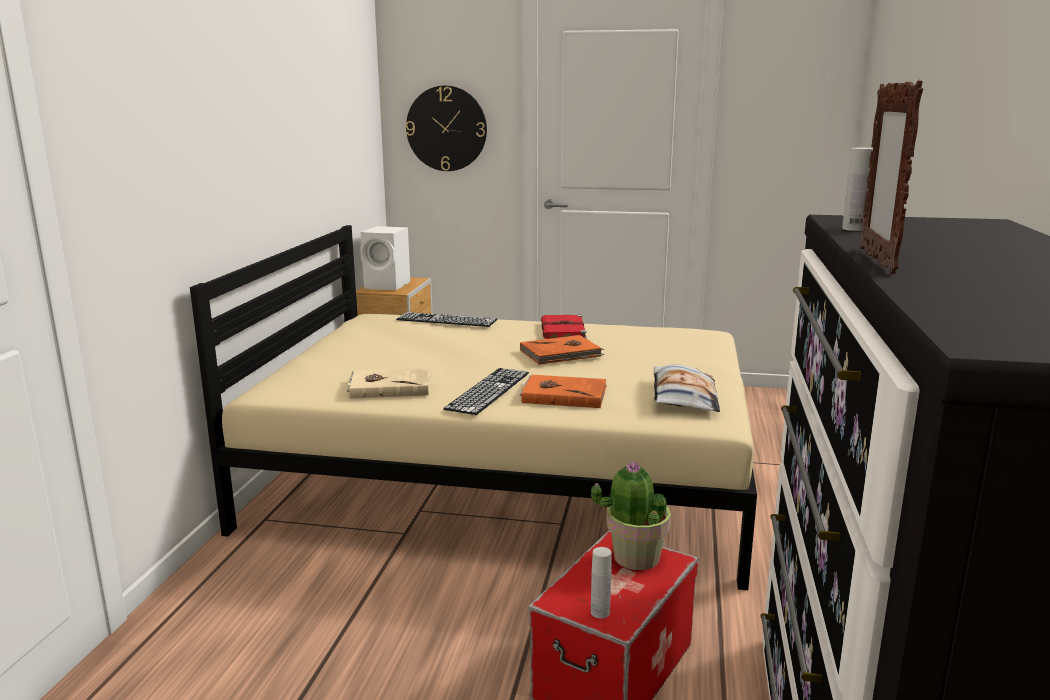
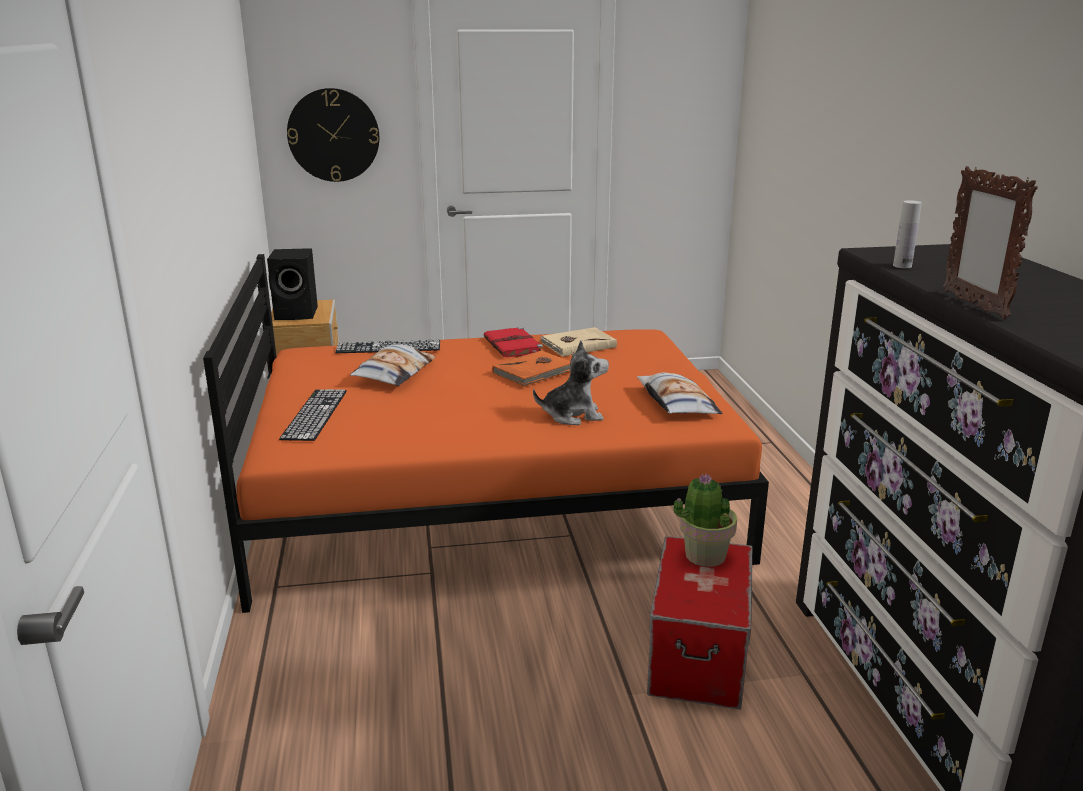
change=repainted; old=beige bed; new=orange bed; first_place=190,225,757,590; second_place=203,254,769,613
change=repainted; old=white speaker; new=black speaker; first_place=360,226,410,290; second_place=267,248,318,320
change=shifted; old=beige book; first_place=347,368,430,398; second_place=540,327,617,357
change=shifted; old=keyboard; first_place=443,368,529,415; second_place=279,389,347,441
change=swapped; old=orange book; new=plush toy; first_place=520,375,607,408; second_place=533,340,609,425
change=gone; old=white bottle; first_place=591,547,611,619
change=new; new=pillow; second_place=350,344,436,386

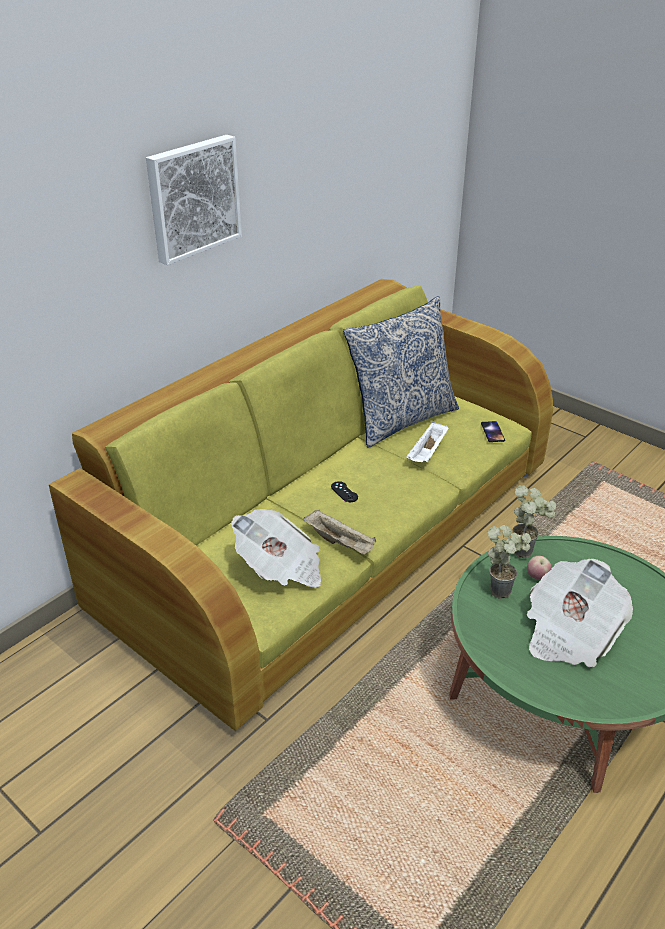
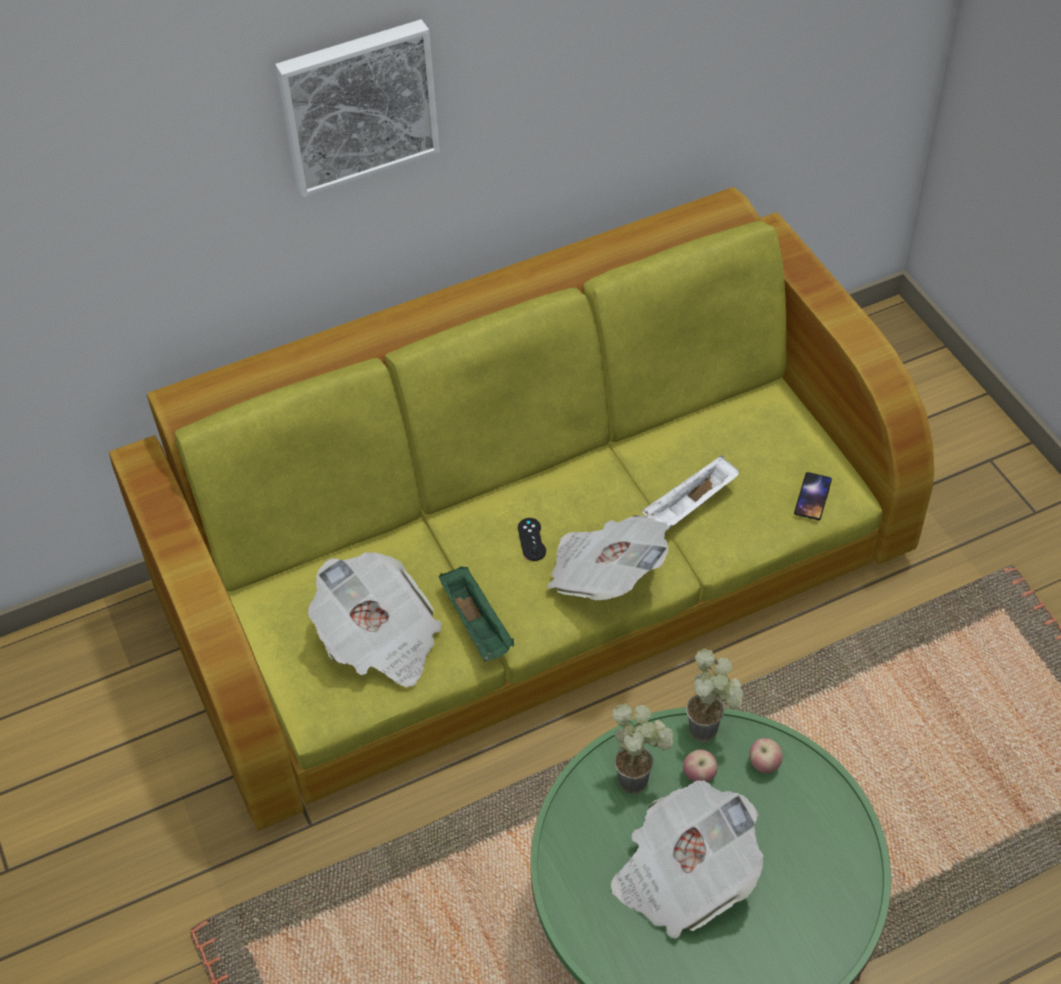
change=gone; old=pillow; first_place=343,296,459,448
change=repainted; old=beige tray; new=green tray; first_place=303,510,376,555; second_place=439,566,514,661
change=new; new=newspaper; second_place=547,515,668,601
change=new; new=apple; second_place=749,738,783,773

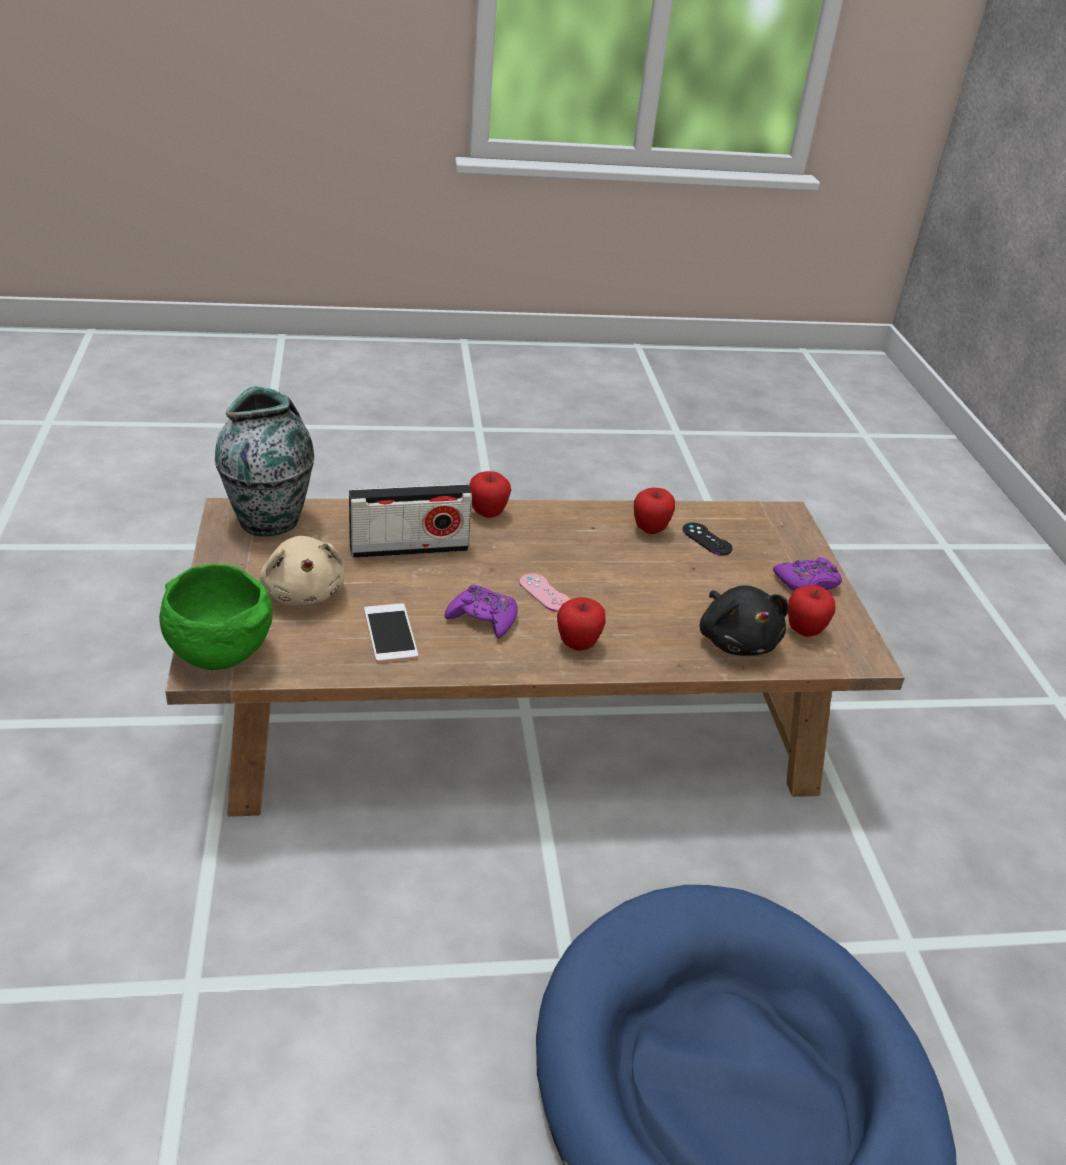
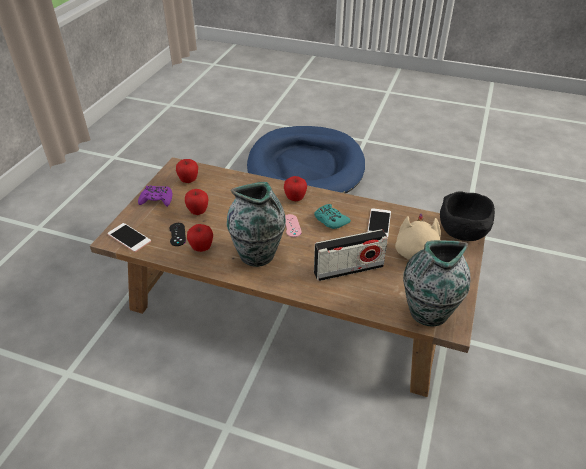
change=shifted; old=apple; first_place=469,471,511,518; second_place=185,189,209,215
change=rotated; old=radio; first_place=349,484,472,558; second_place=314,229,388,281; degrees=150
change=repainted; old=green bowl; new=black bowl; first_place=159,564,273,670; second_place=440,191,495,241
change=repainted; old=purple game controller; new=turquoise game controller; first_place=445,584,518,639; second_place=314,204,351,229
change=gone; old=black plush toy; first_place=700,585,788,656
change=new; new=vase; second_place=227,182,286,267
change=new; new=phone; second_place=107,223,151,252

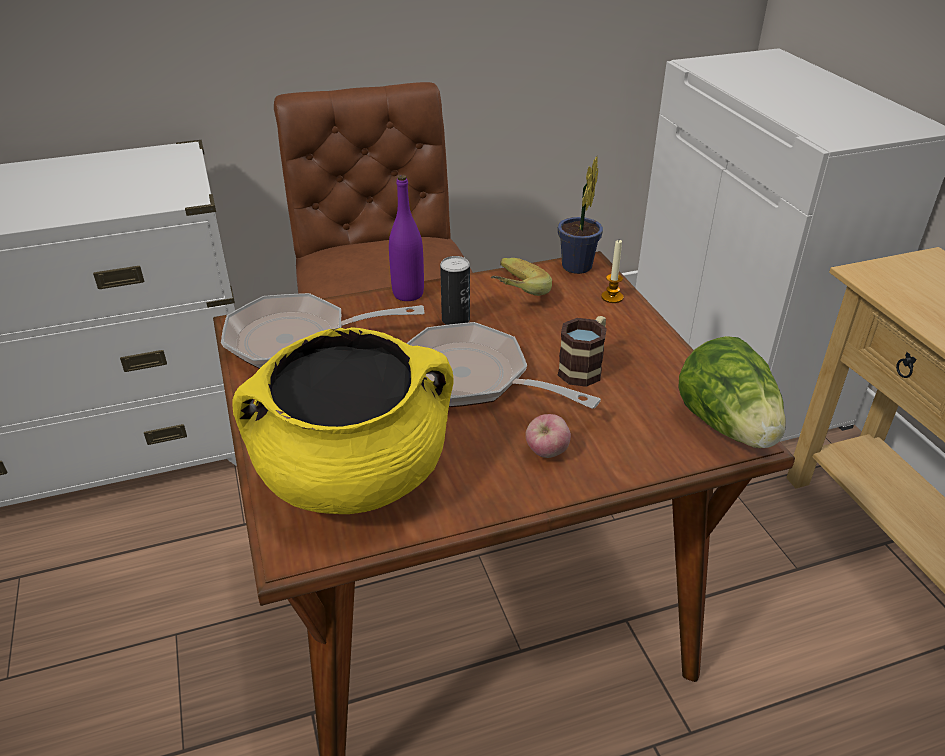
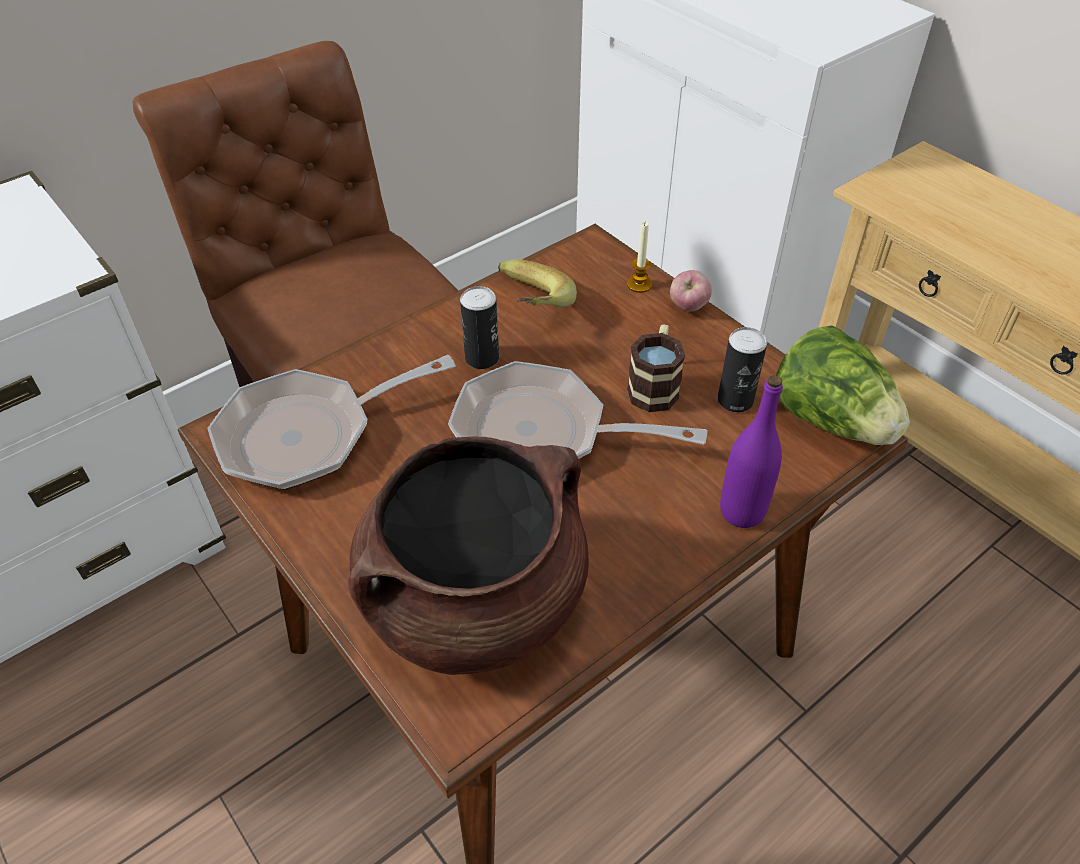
change=gone; old=potted plant; first_place=558,156,603,274
change=shifted; old=purple bottle; first_place=389,175,424,301; second_place=720,375,783,528
change=repainted; old=yellow cooking pot; new=brown cooking pot; first_place=232,327,453,514; second_place=348,436,589,675
change=shifted; old=apple; first_place=525,414,571,458; second_place=670,270,712,312
change=new; new=can; second_place=718,327,767,412

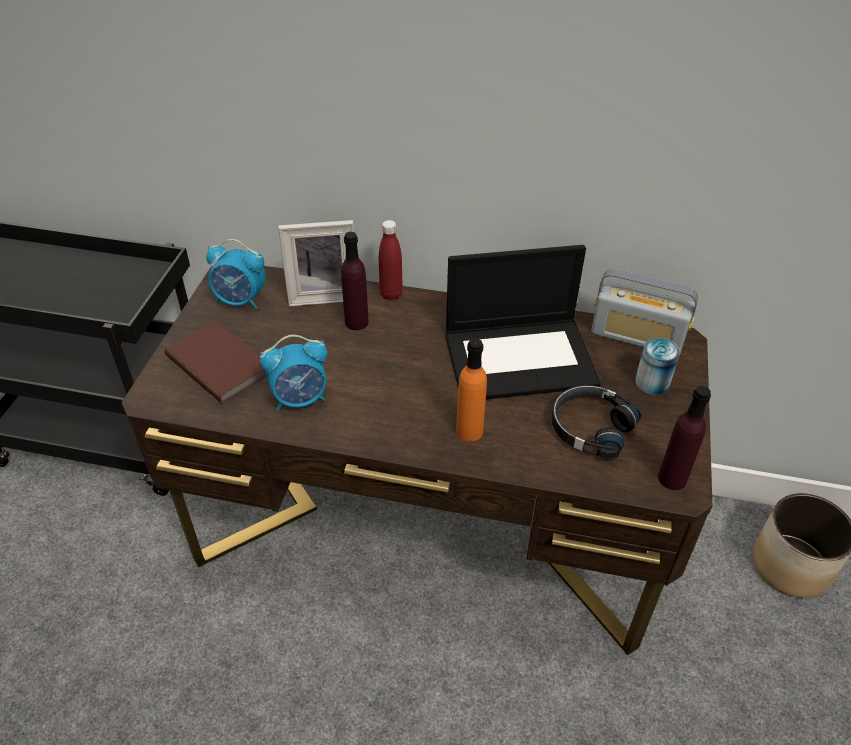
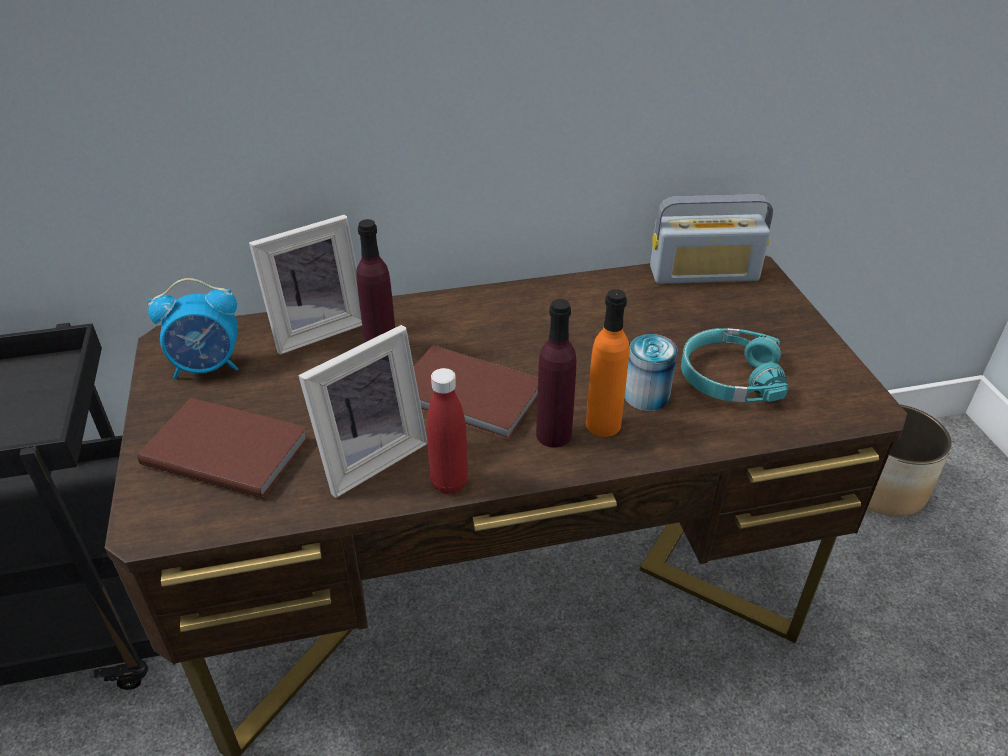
change=shifted; old=red bottle; first_place=379,220,403,300; second_place=427,368,468,494
change=gone; old=laptop; first_place=446,245,601,399
change=swapped; old=alarm clock; new=picture frame; first_place=260,335,328,411; second_place=299,325,428,498
change=shifted; old=can; first_place=635,338,680,395; second_place=625,334,678,411
change=repainted; old=black headphones; new=turquoise headphones; first_place=552,385,642,459; second_place=681,328,789,402
change=shifted; old=purple bottle; first_place=658,386,711,490; second_place=536,299,576,448
change=new; new=brown book; second_place=414,345,538,441

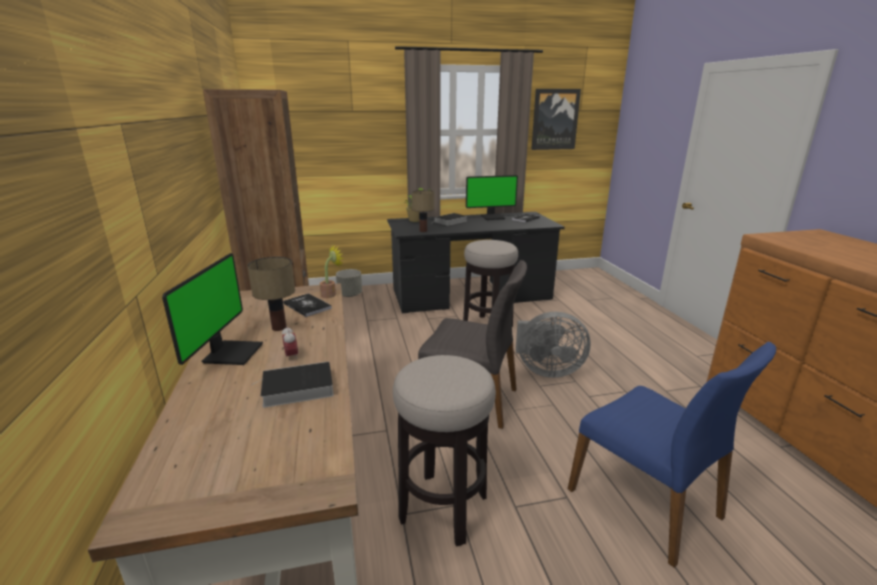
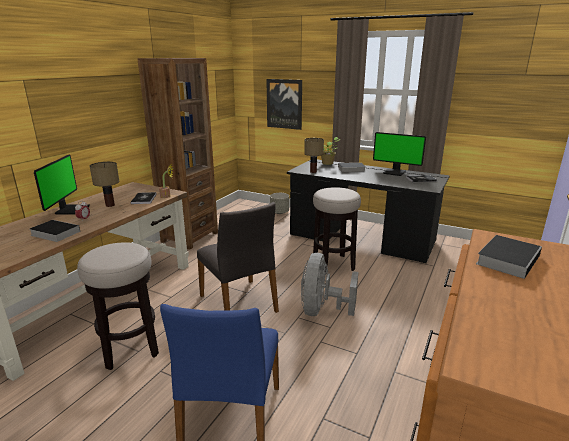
change=shifted; old=picture; first_place=531,89,581,150; second_place=266,79,302,130
change=rotated; old=monitor; first_place=162,253,263,365; second_place=34,154,90,214; degrees=-45
change=rotated; old=grey fan; first_place=516,312,591,378; second_place=301,253,358,316; degrees=60
change=new; new=book; second_place=476,235,542,279

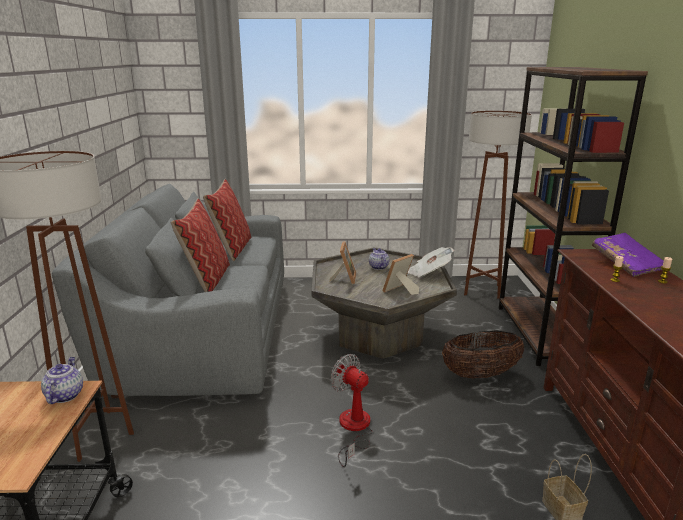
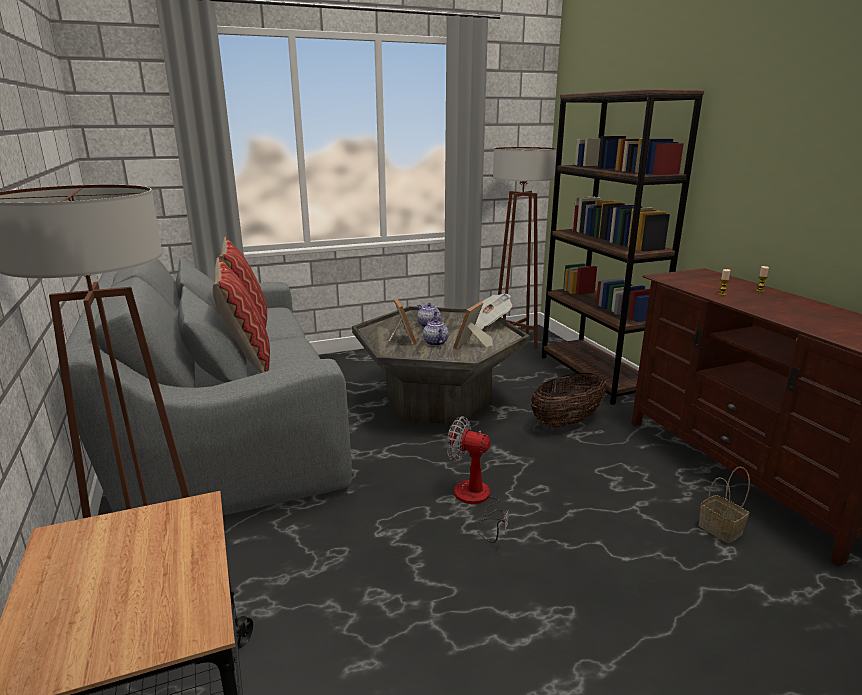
change=gone; old=purple book; first_place=592,233,664,277
change=shifted; old=teapot; first_place=41,357,83,404; second_place=423,319,449,346

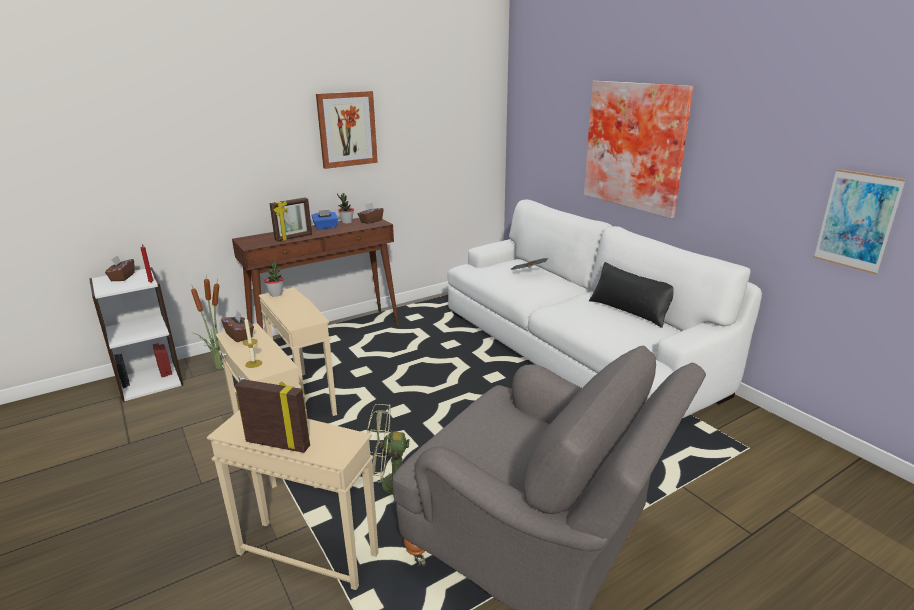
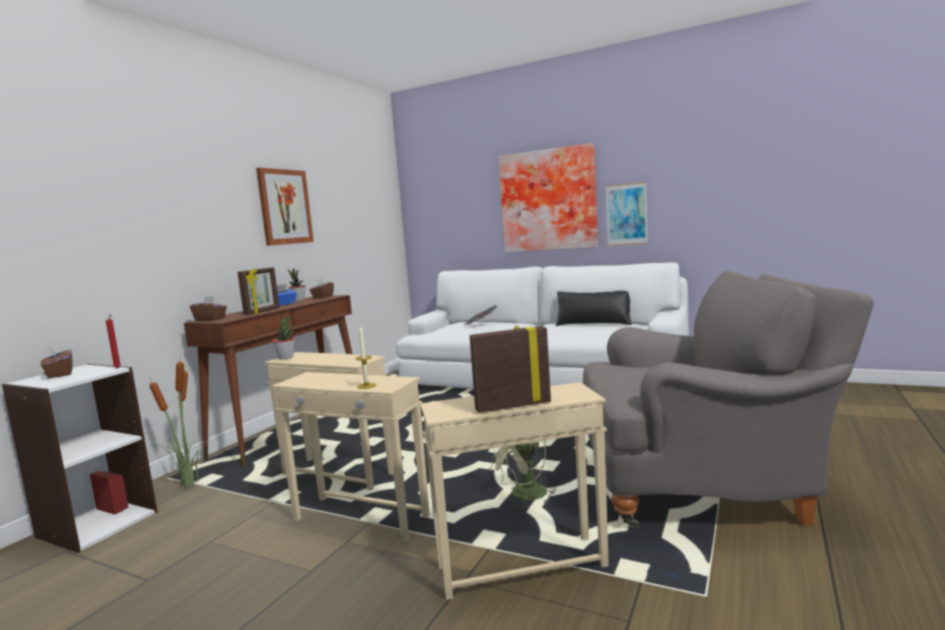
change=shifted; old=picture; first_place=813,169,906,275; second_place=606,182,648,246
change=shifted; old=brown tissue box; first_place=221,311,254,342; second_place=190,296,227,321

